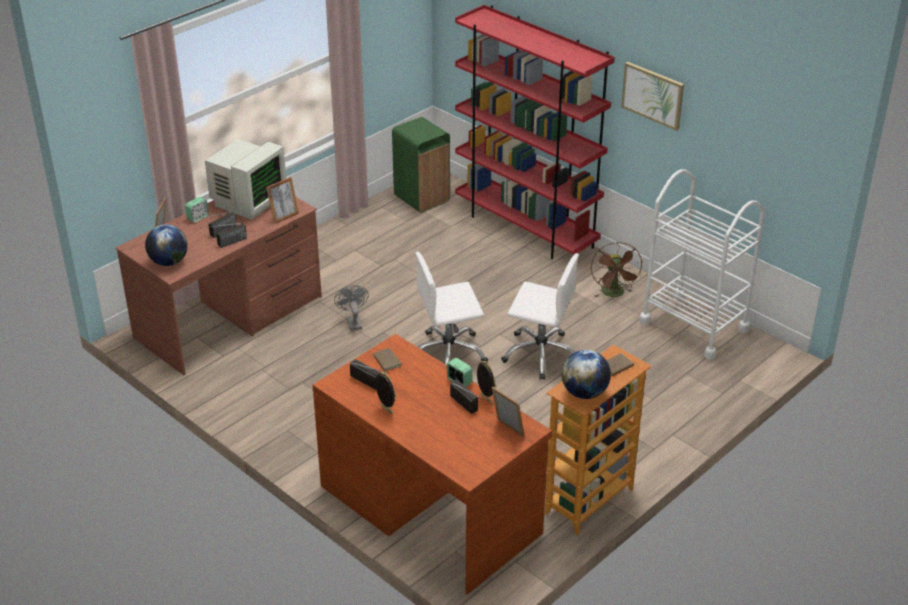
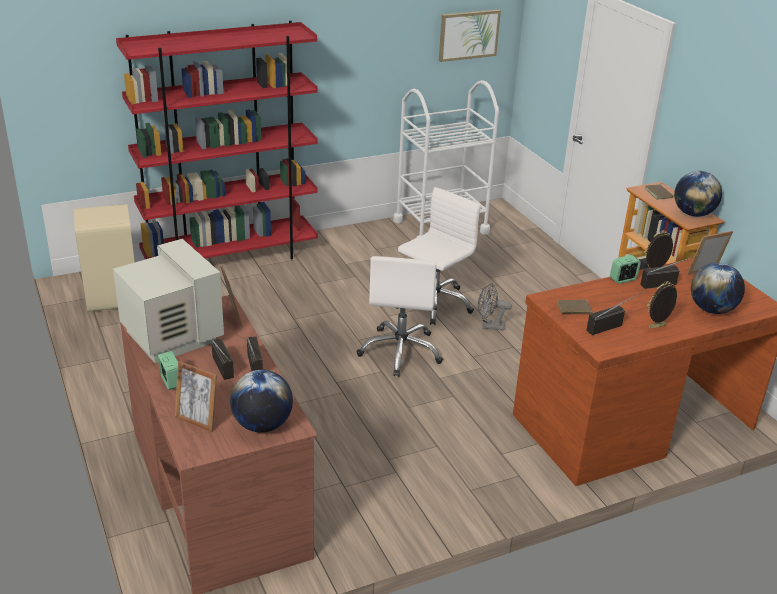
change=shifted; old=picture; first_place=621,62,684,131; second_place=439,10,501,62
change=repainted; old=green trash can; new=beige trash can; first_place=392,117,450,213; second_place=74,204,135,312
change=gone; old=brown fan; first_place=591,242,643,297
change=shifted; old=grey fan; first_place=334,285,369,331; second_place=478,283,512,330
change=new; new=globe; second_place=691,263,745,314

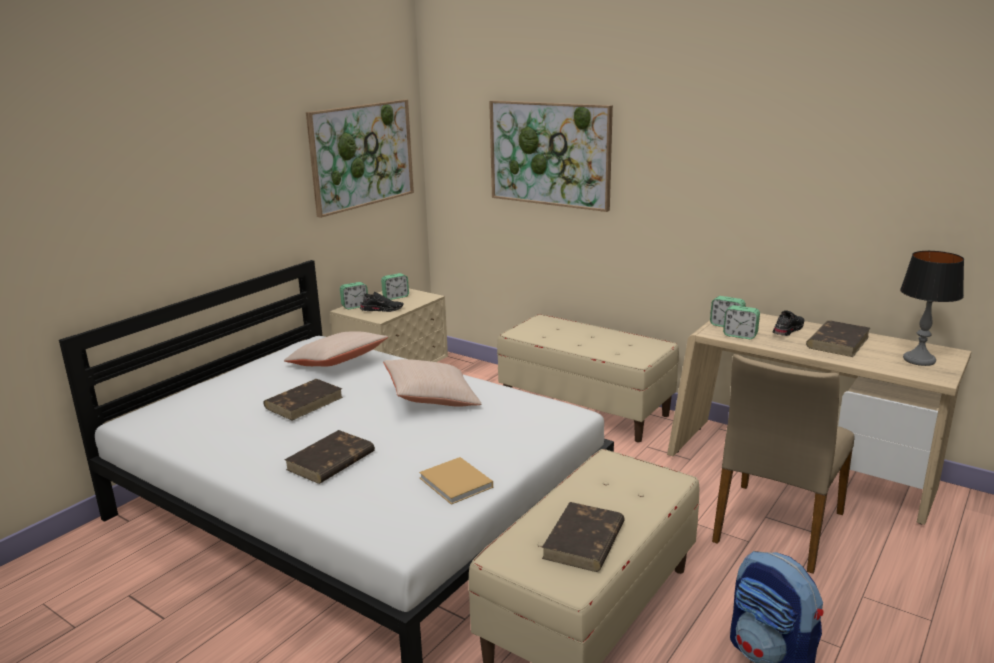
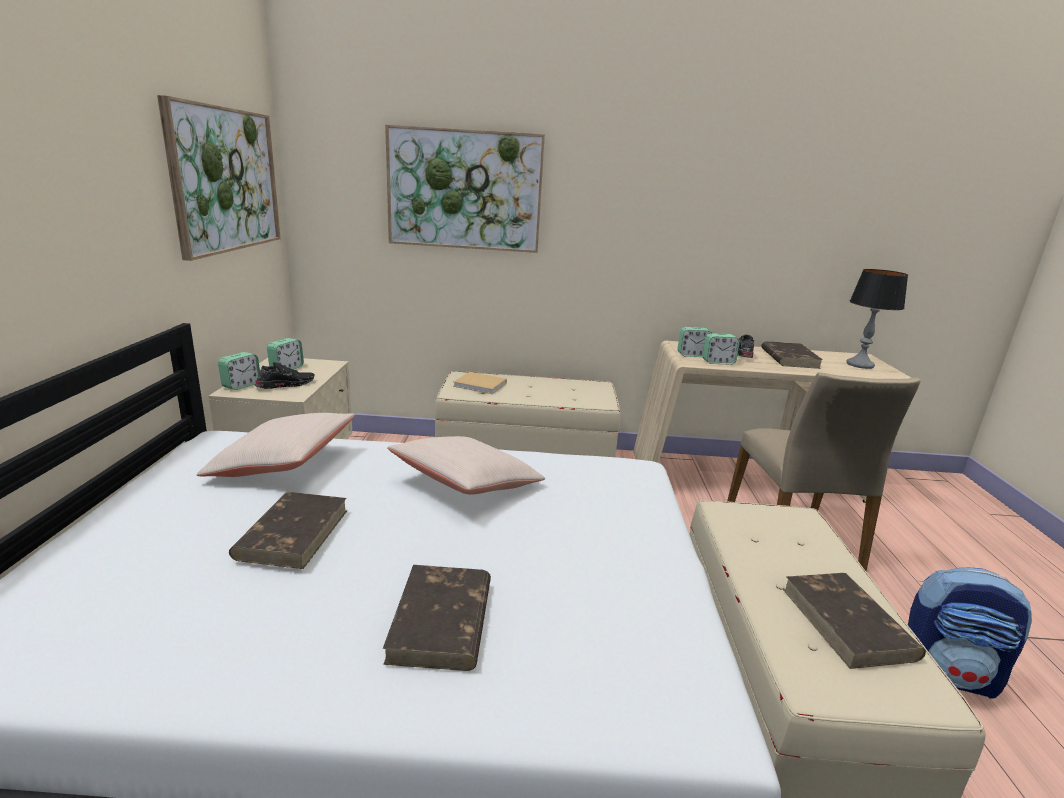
change=shifted; old=beige book; first_place=419,457,493,505; second_place=453,372,507,394

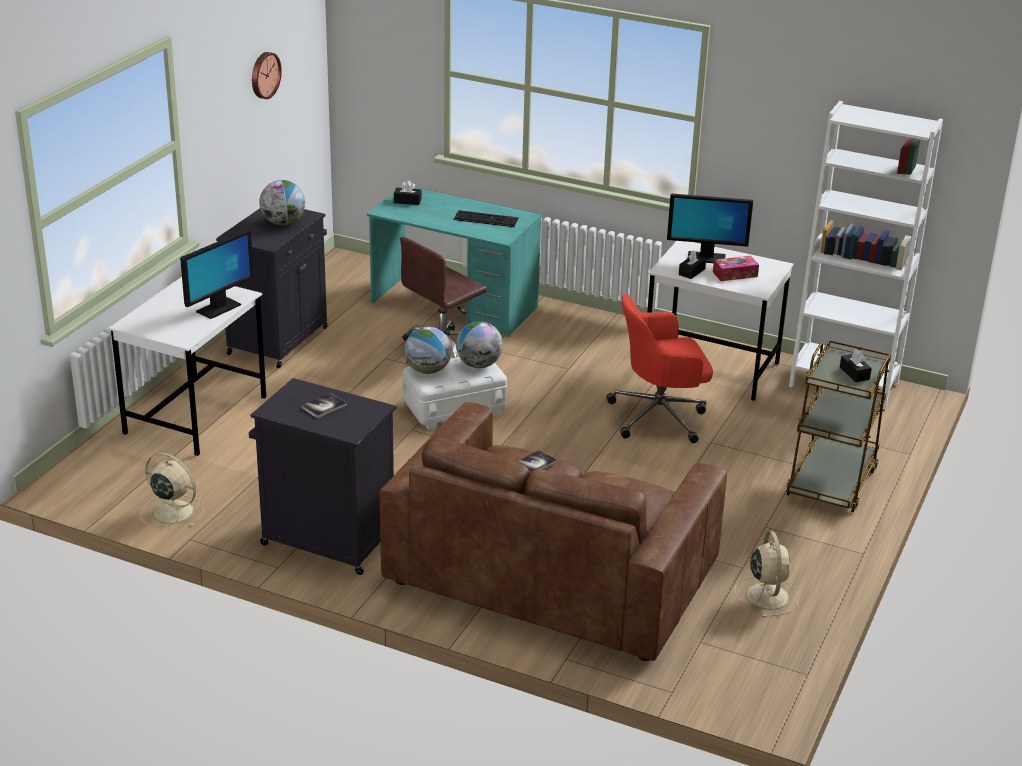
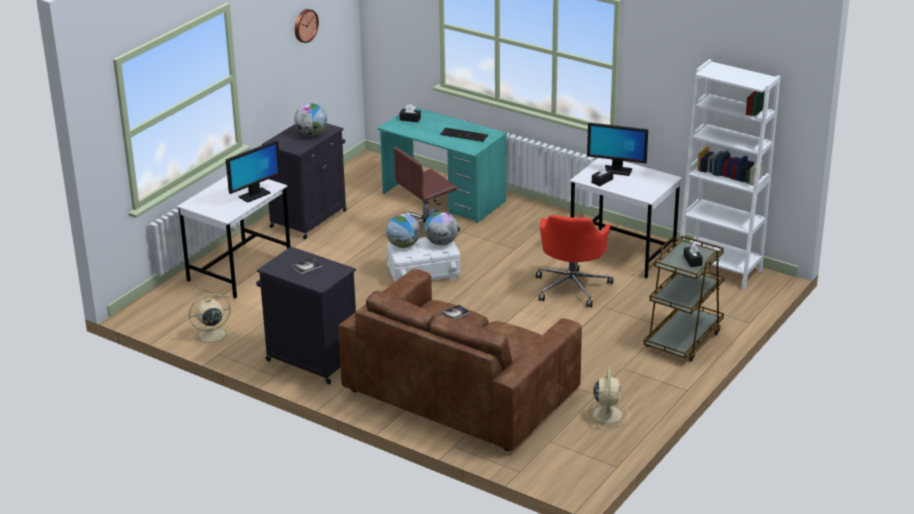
change=gone; old=tissue box; first_place=713,256,759,281
change=rotated; old=red office chair; first_place=606,294,713,443; second_place=536,215,613,307; degrees=-75
change=rotated; old=beige fan; first_place=141,452,204,527; second_place=189,294,235,347; degrees=-60

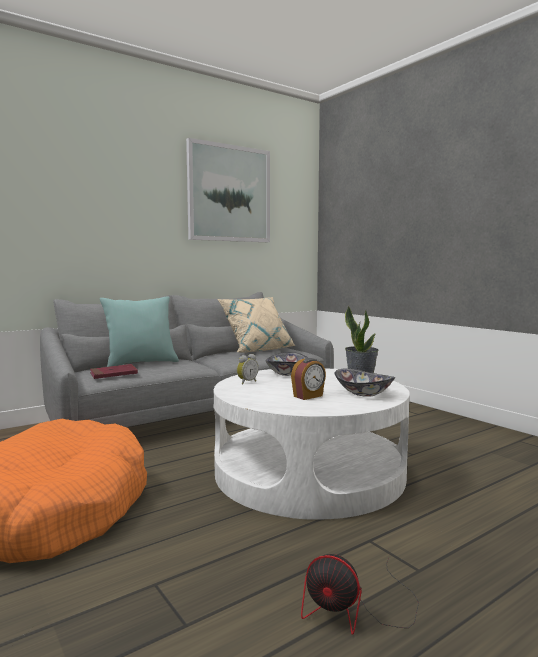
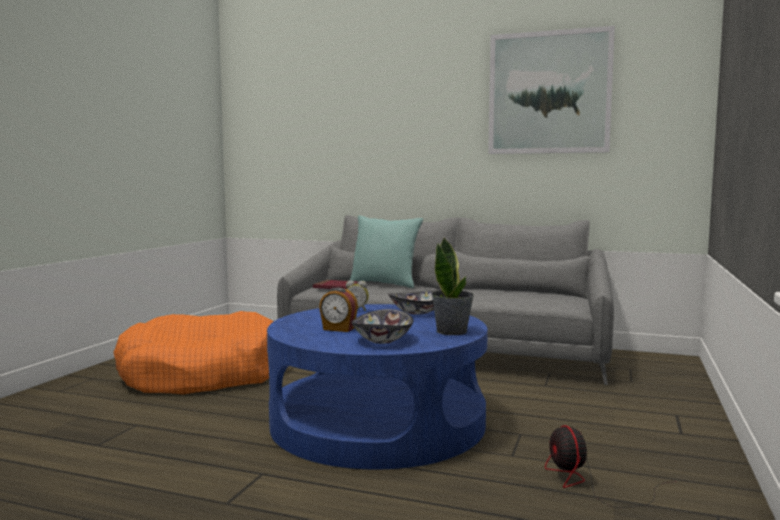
change=gone; old=beige pillow; first_place=218,297,296,353
change=repainted; old=white coffee table; new=blue coffee table; first_place=214,368,410,520; second_place=267,304,488,470
change=shifted; old=fan; first_place=301,554,419,635; second_place=545,425,676,508

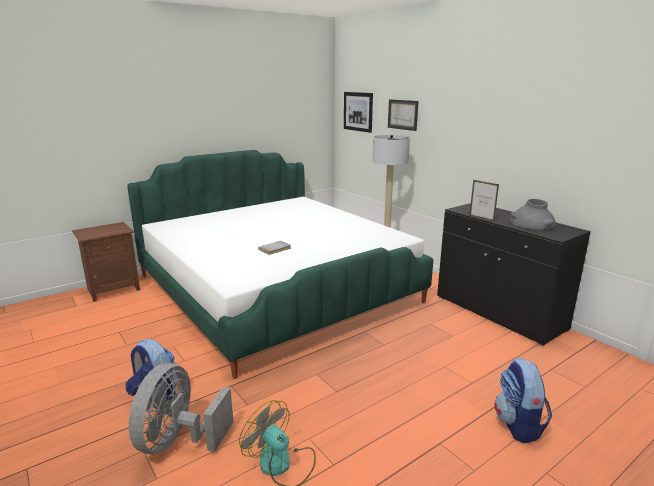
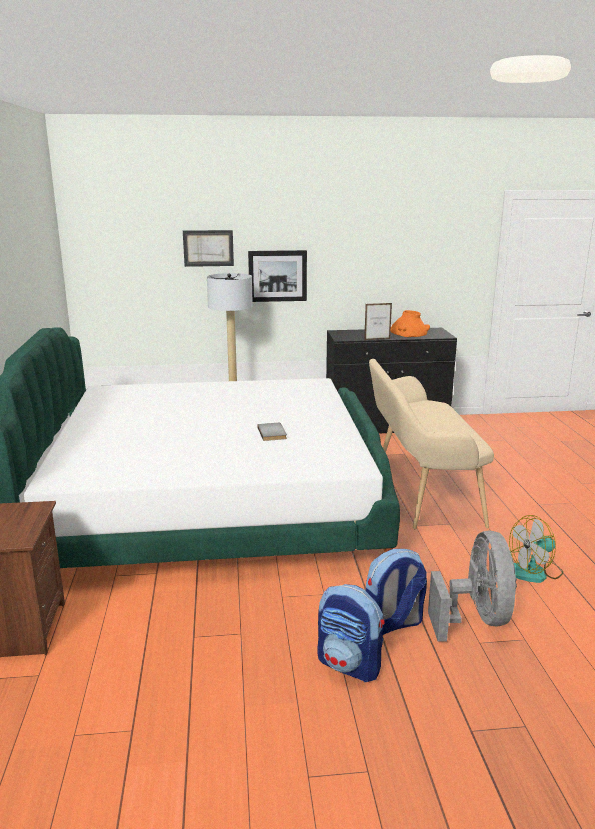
change=shifted; old=picture; first_place=344,92,373,133; second_place=248,250,307,302
change=repainted; old=grey vase; new=orange vase; first_place=510,199,556,230; second_place=391,310,430,337
change=shifted; old=backpack; first_place=494,357,552,443; second_place=317,584,385,682
change=rotated; old=grey fan; first_place=129,363,233,454; second_place=428,531,517,642; degrees=-135
change=new; new=beige bench; second_place=369,359,494,529

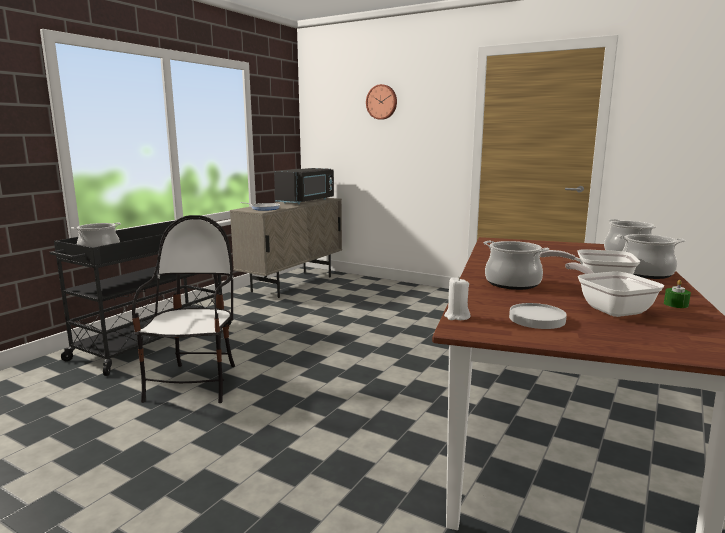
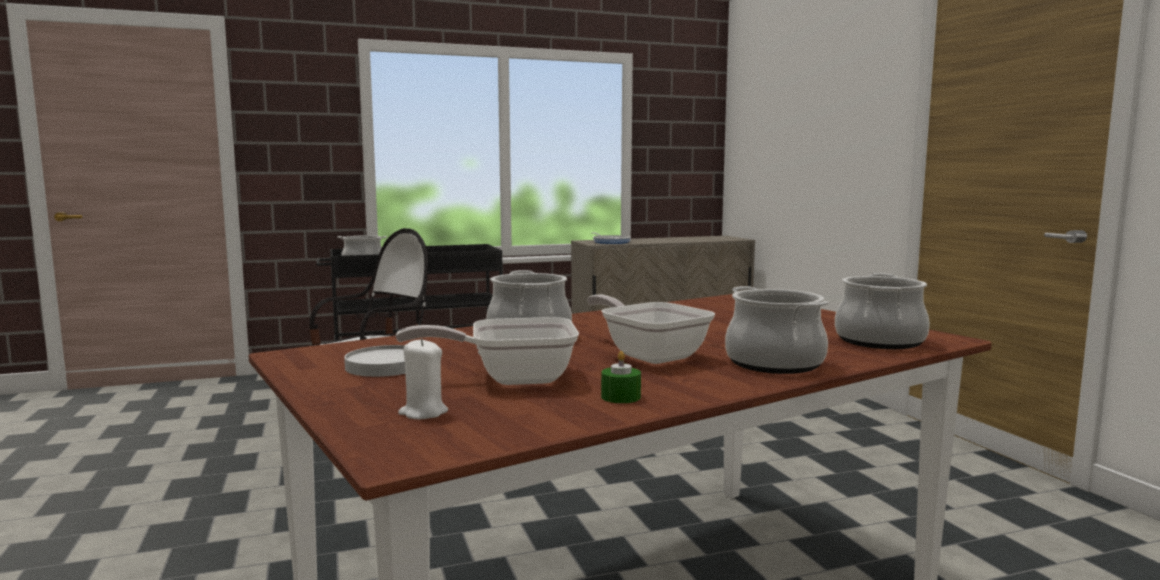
change=gone; old=wall clock; first_place=366,84,397,120
change=gone; old=black microwave; first_place=274,168,334,204
change=rotated; old=frying pan; first_place=565,263,664,317; second_place=396,317,579,385; degrees=-120
change=shifted; old=white candle; first_place=444,277,471,320; second_place=398,338,448,419

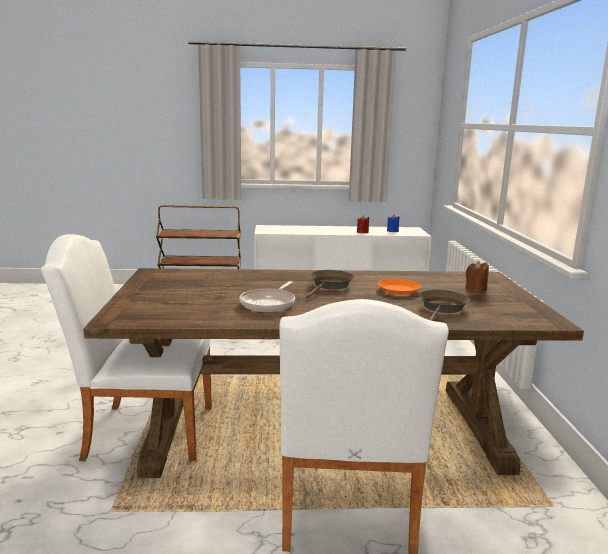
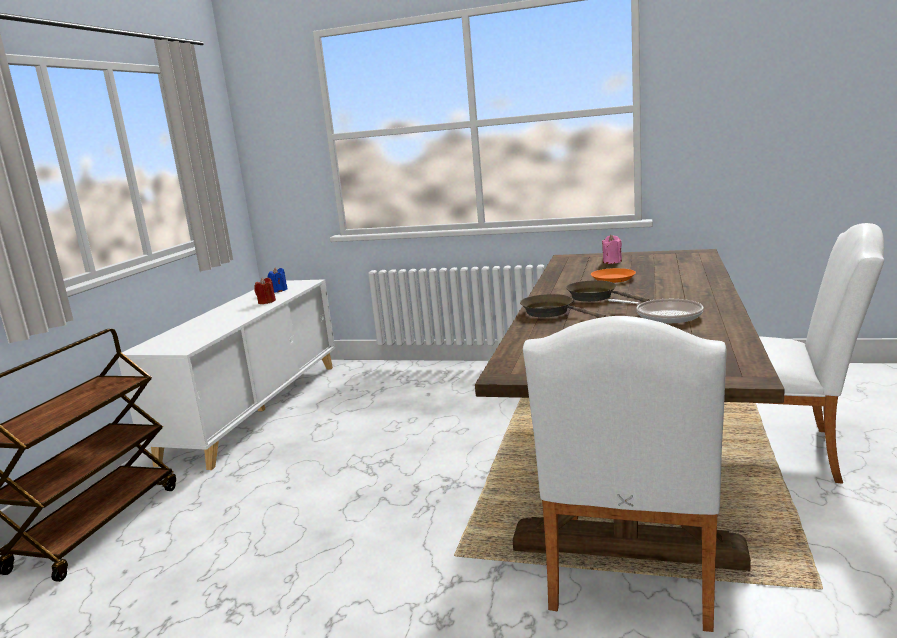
change=repainted; old=brown candle; new=pink candle; first_place=465,261,489,292; second_place=602,235,622,264
change=shifted; old=brown frying pan; first_place=419,290,470,321; second_place=520,294,606,318

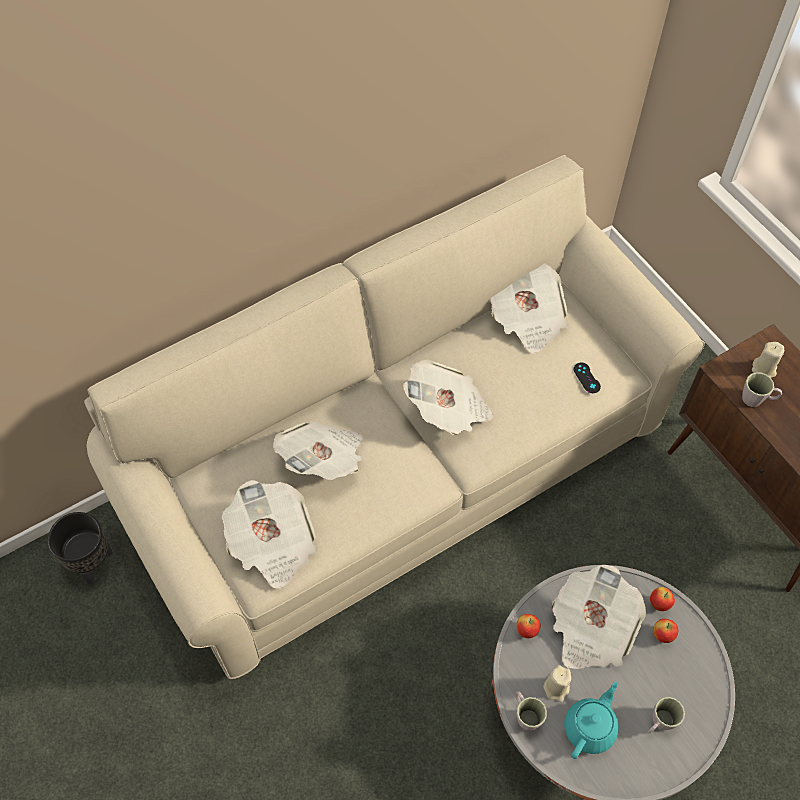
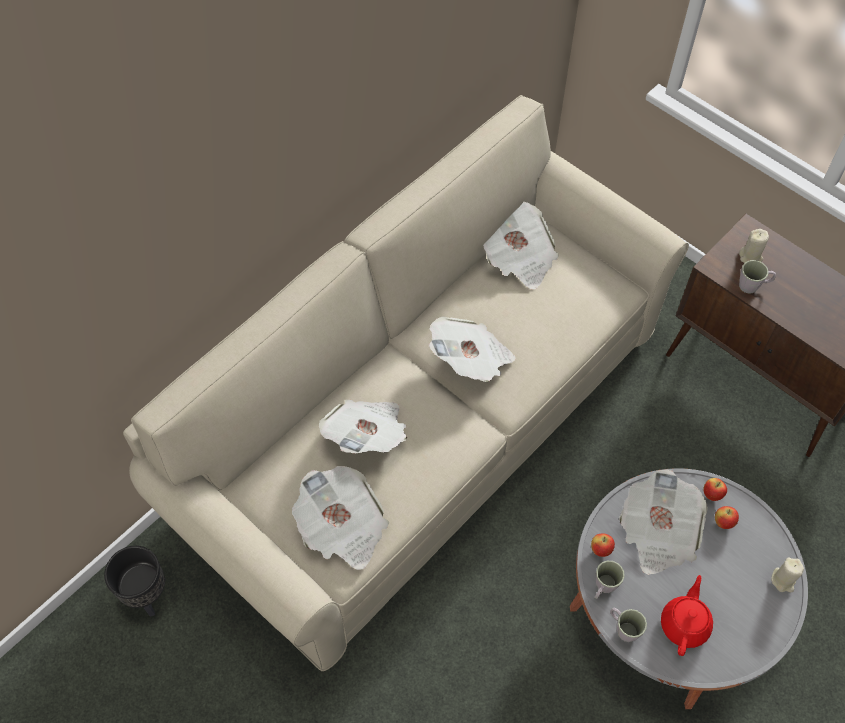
change=gone; old=black game controller; first_place=574,363,601,393
change=shifted; old=beige candle; first_place=544,665,571,702; second_place=771,558,804,592
change=repainted; old=turquoise teapot; new=red teapot; first_place=564,682,619,759; second_place=661,575,713,656
change=shifted; old=grey mug; first_place=648,697,685,734; second_place=595,561,625,599

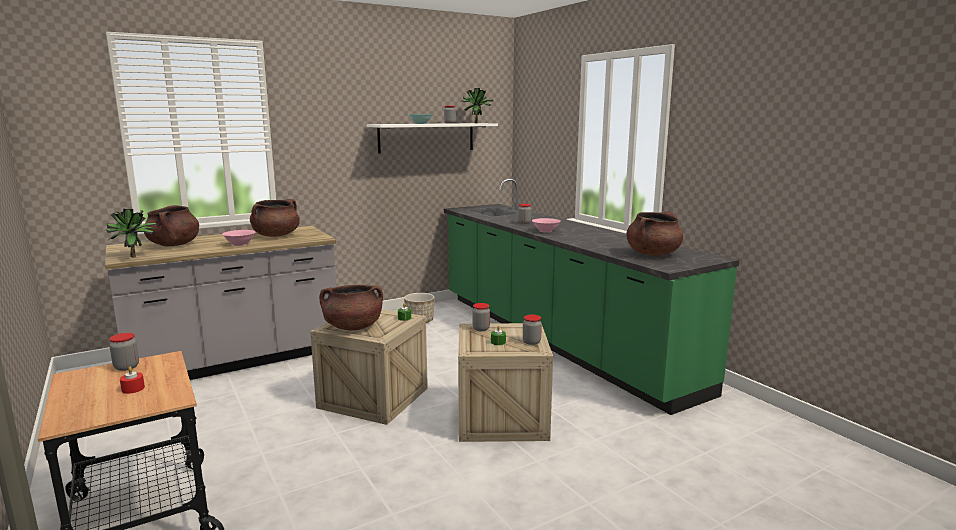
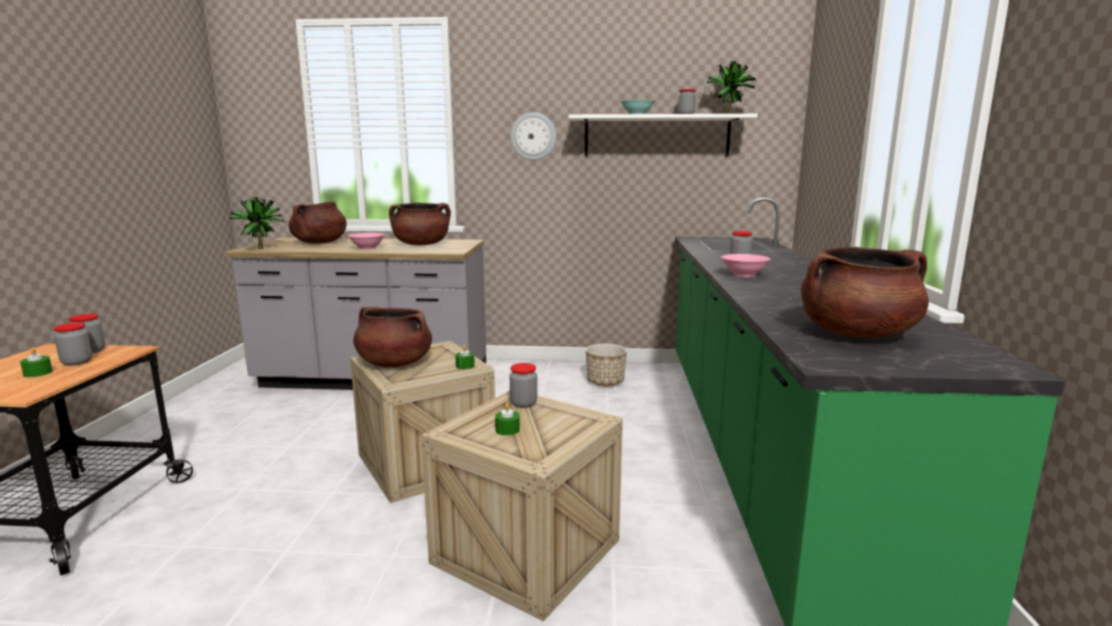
change=shifted; old=jar; first_place=523,315,542,345; second_place=54,323,92,366
change=repainted; old=red candle; new=green candle; first_place=120,367,145,394; second_place=20,348,53,377
change=new; new=wall clock; second_place=510,112,556,161

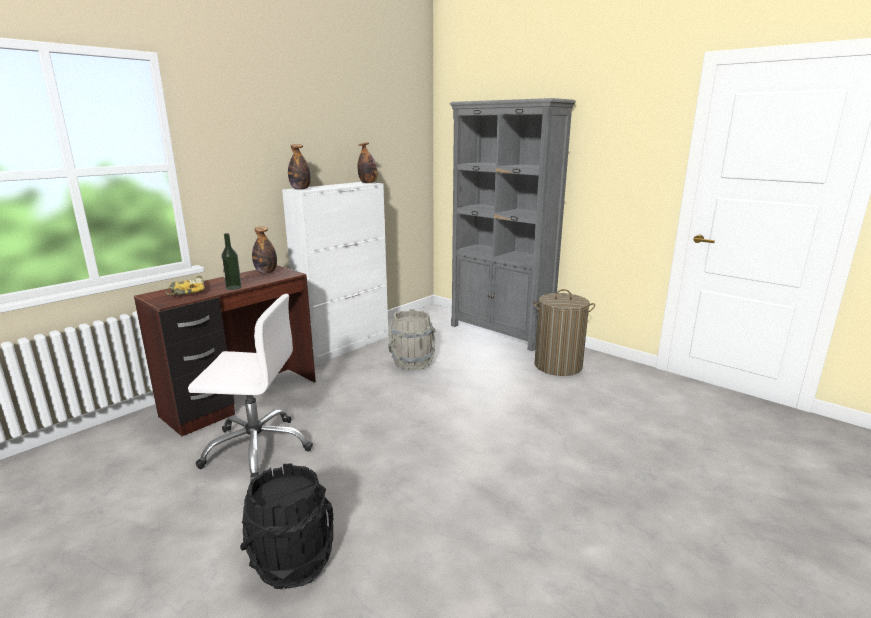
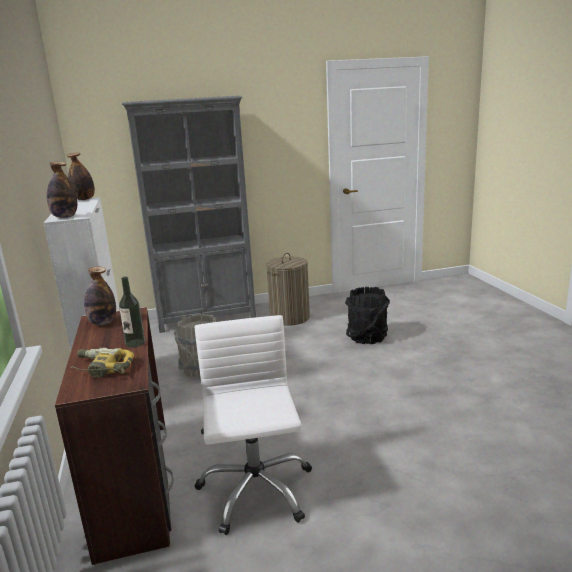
change=rotated; old=white office chair; first_place=188,294,313,480; second_place=195,315,312,535; degrees=-45
change=shifted; old=black bucket; first_place=240,463,333,589; second_place=345,287,390,344

